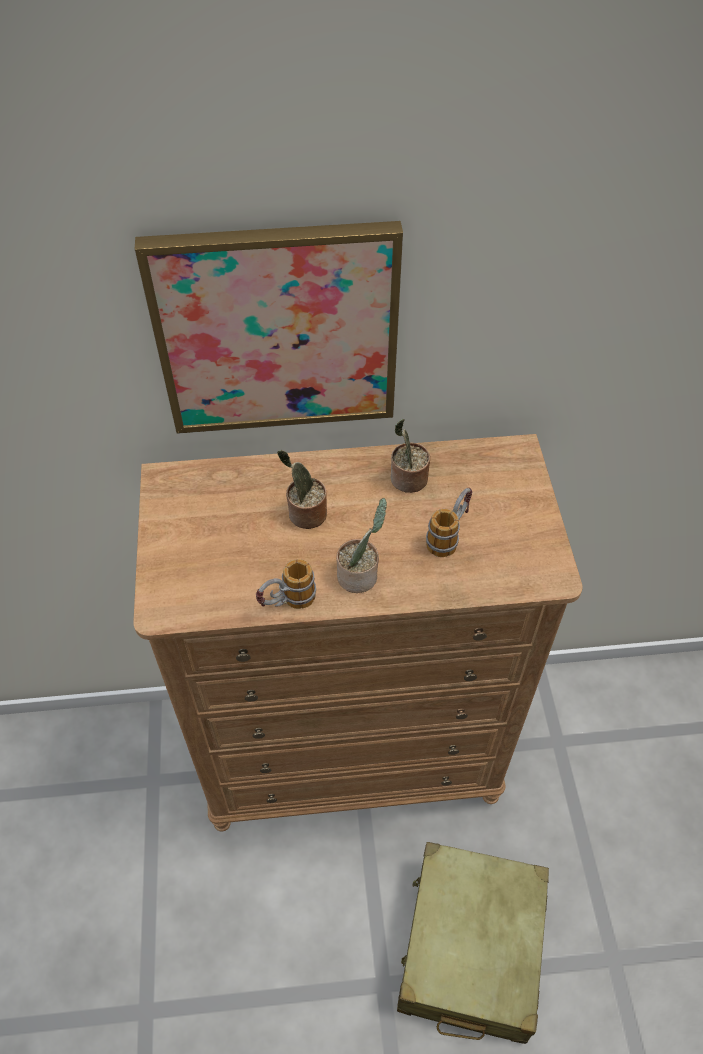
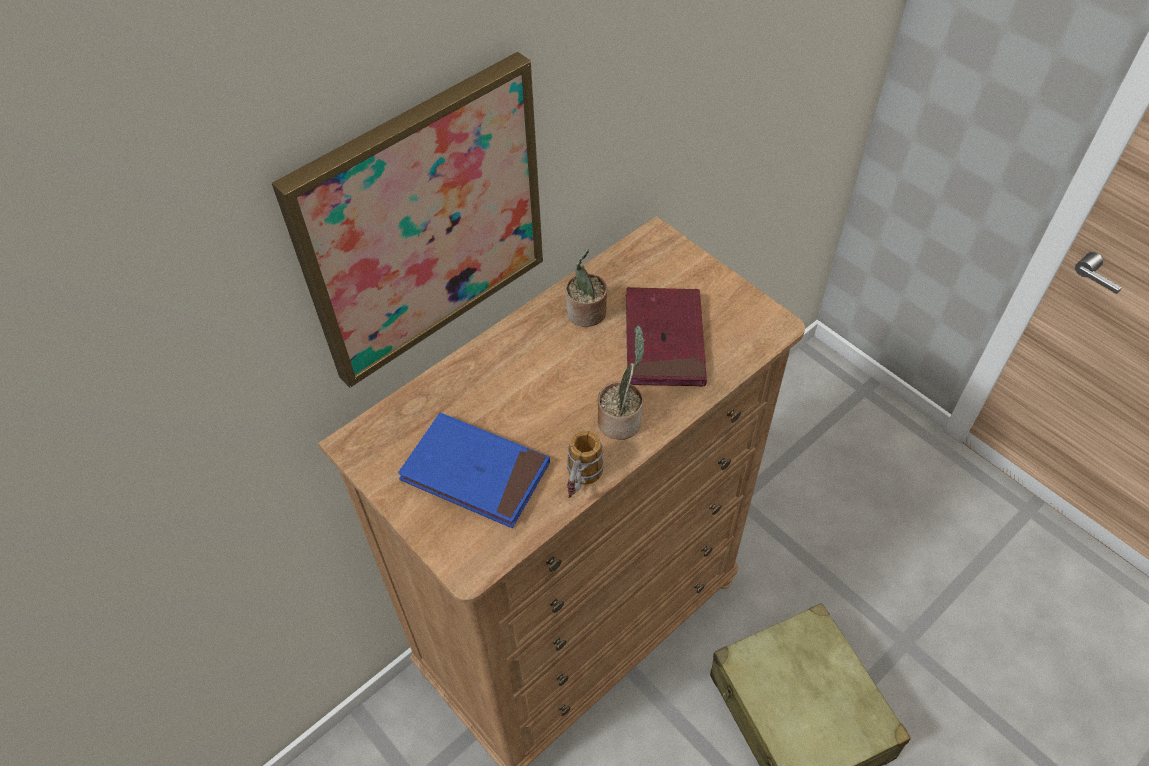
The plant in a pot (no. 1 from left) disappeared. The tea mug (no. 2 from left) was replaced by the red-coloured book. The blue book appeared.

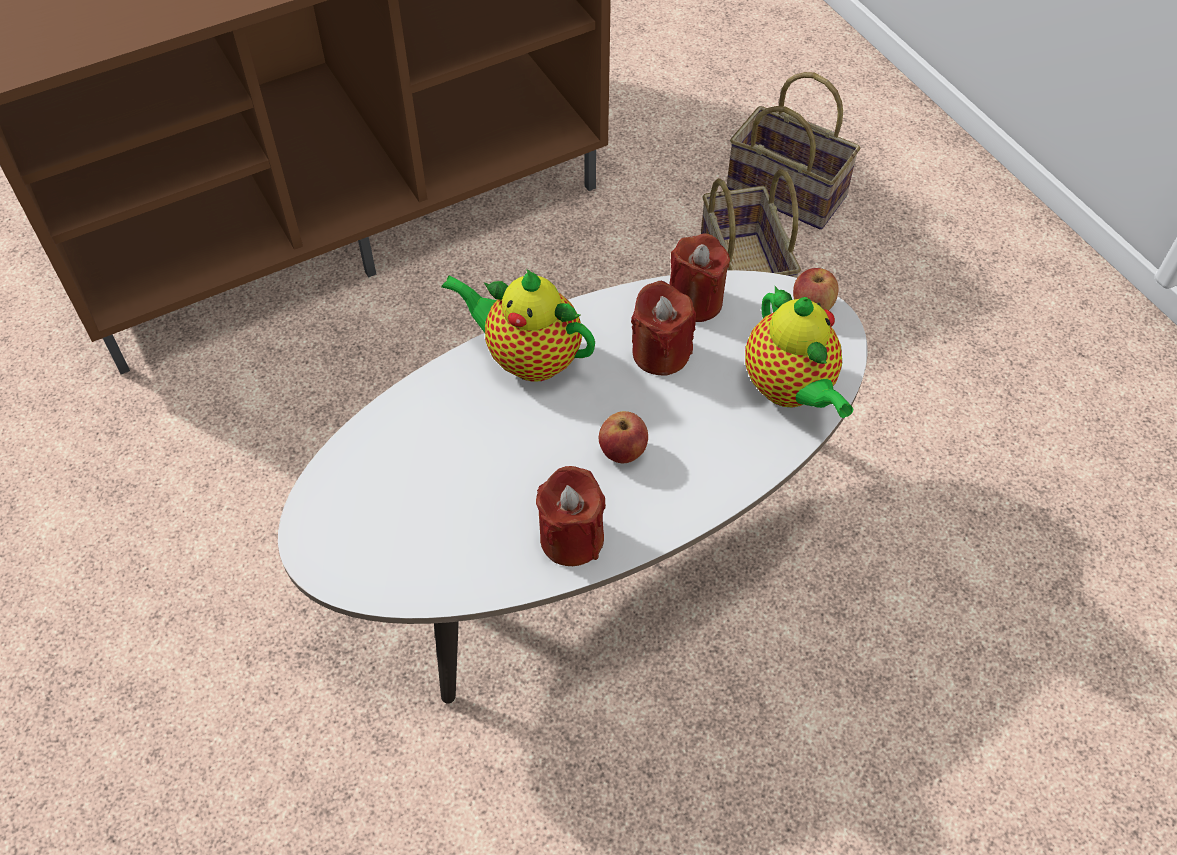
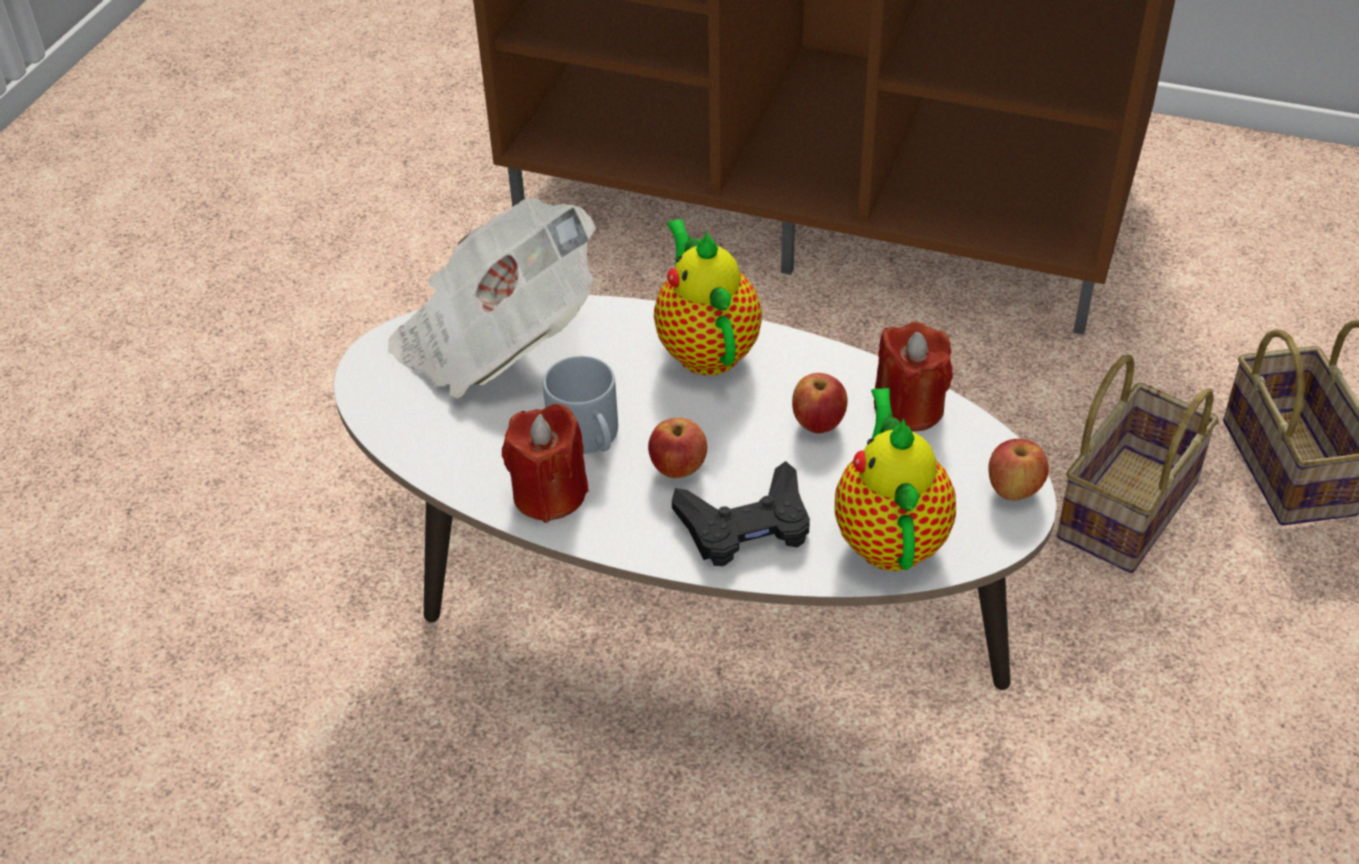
The red-coloured wax candle (no. 2 from left) was replaced by the apple fruit (no. 2 from left). The teapot (no. 2 from left) turned 150 degrees clockwise. The newspaper appeared. The greyish tea mug appeared. The black-coloured joypad appeared.

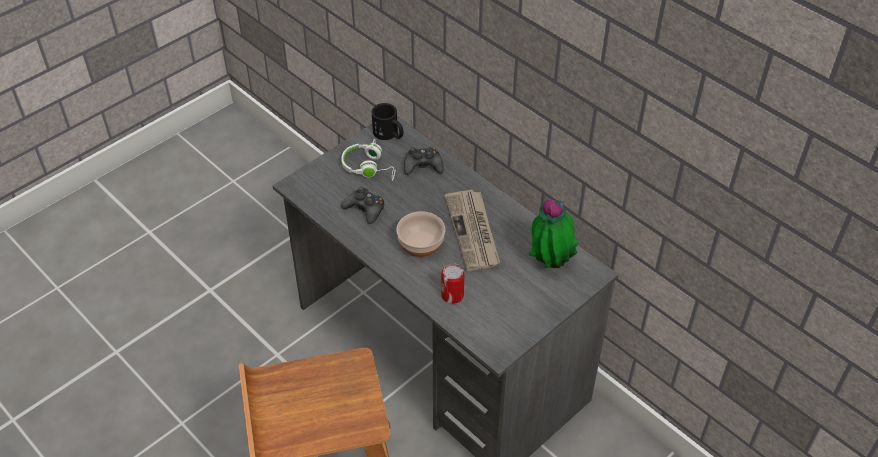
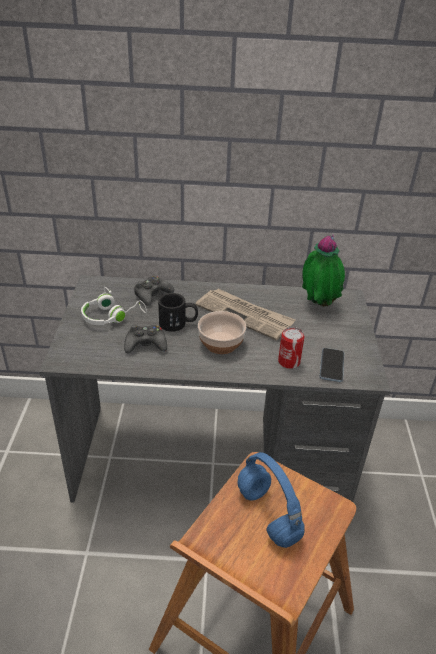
The black-coloured tea mug moved. The telephone appeared. The blue pair of headphones appeared.

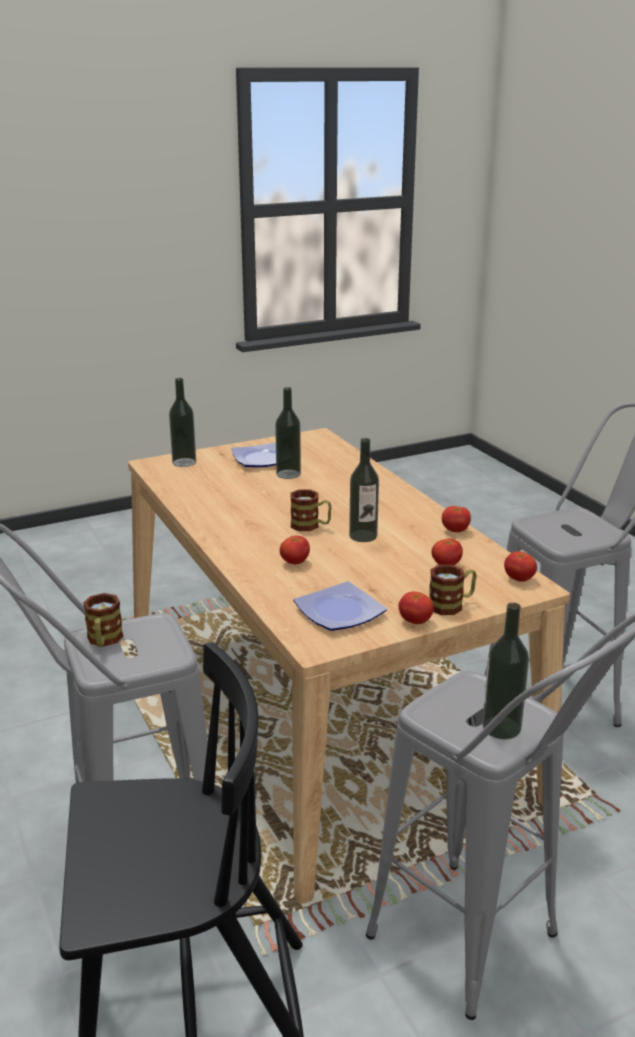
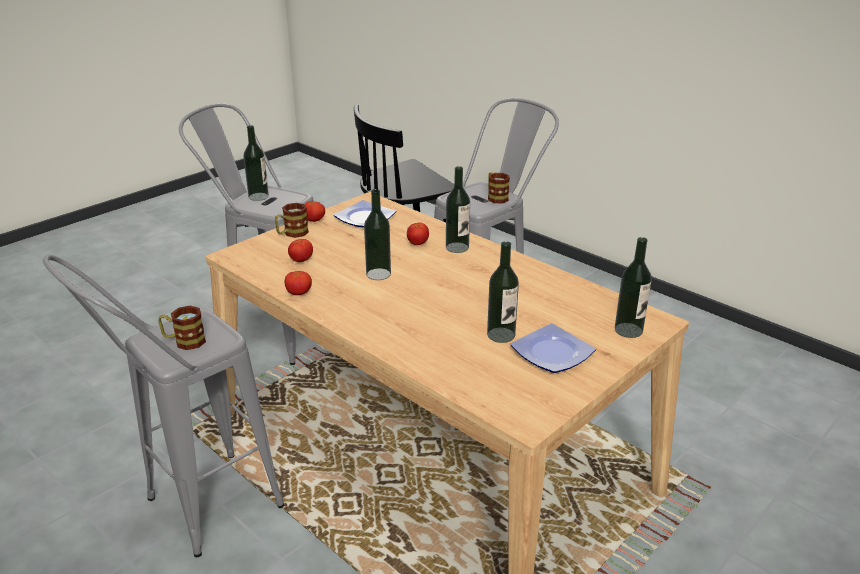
The tea mug (no. 2 from left in the first image) moved. The fresh tomato (no. 5 from left) disappeared. The bottle (no. 3 from left) appeared.

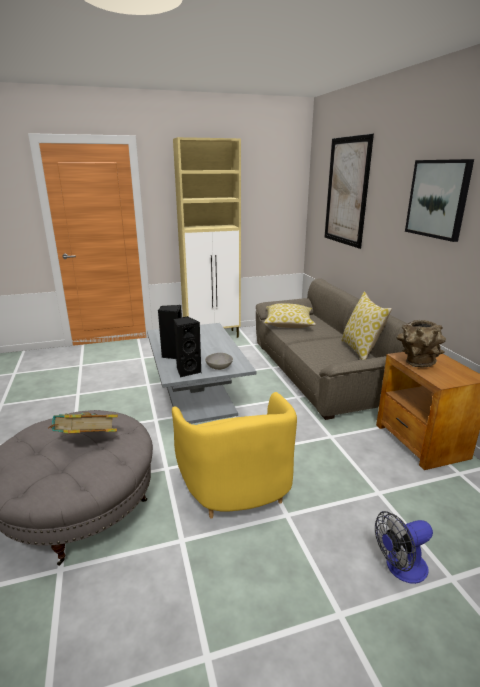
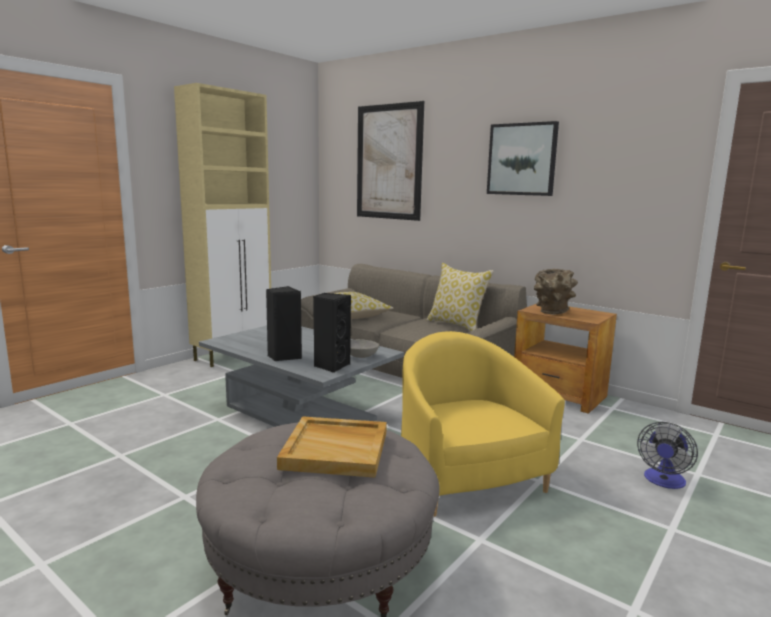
The yellow lounge chair turned 150 degrees counterclockwise. The book was replaced by the beige serving tray.

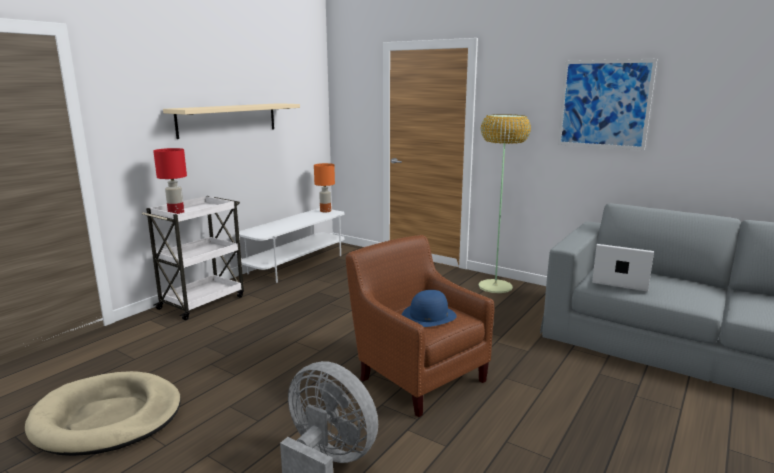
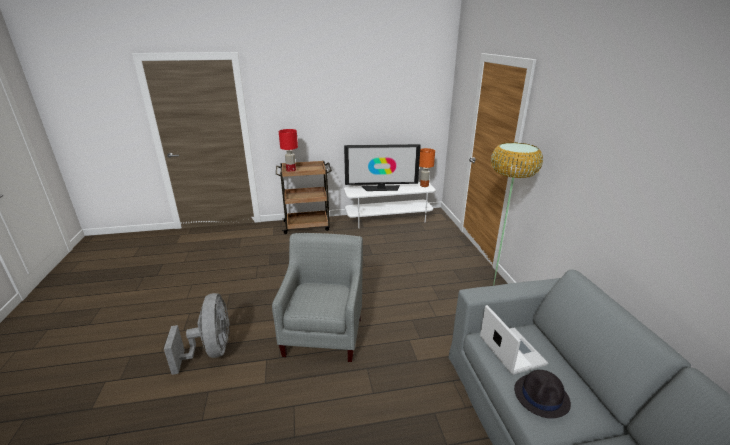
The picture disappeared. The beige wall shelf disappeared. The white-coloured cart became the brown cart. The brown lounge chair became the greyish lounge chair. The blue hat disappeared. The beige dog cushion disappeared. The TV set appeared. The black-coloured hat appeared.

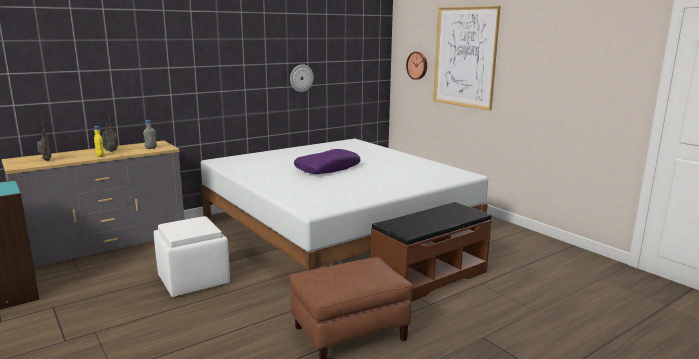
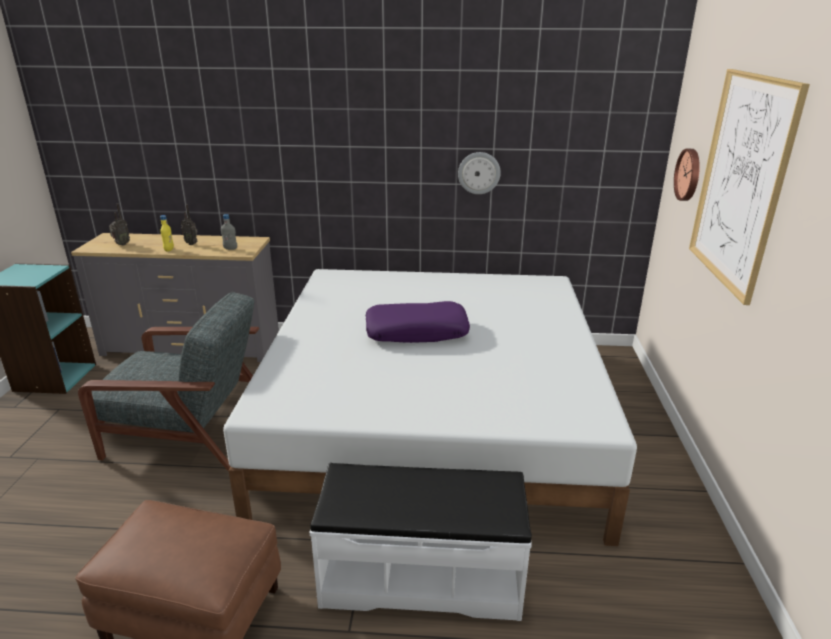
The brown long seat became the white-coloured long seat. The white-coloured footrest was replaced by the greyish lounge chair.

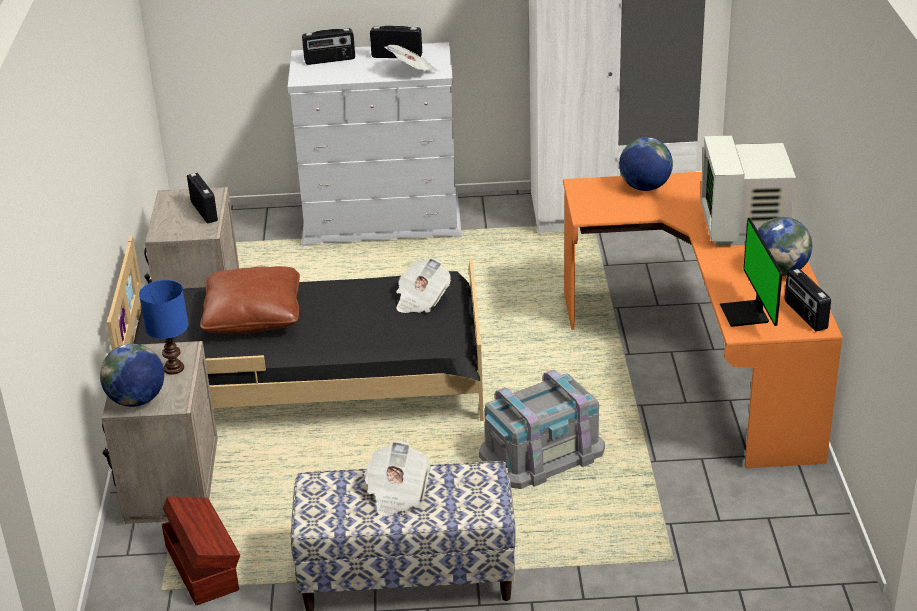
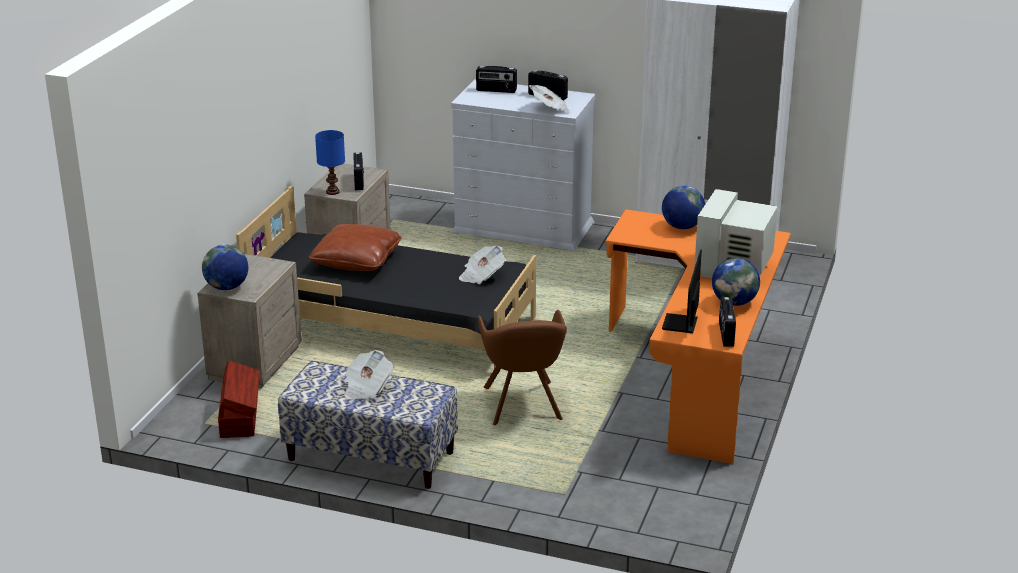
The blue table lamp moved. The greyish storage container was replaced by the brown lounge chair.

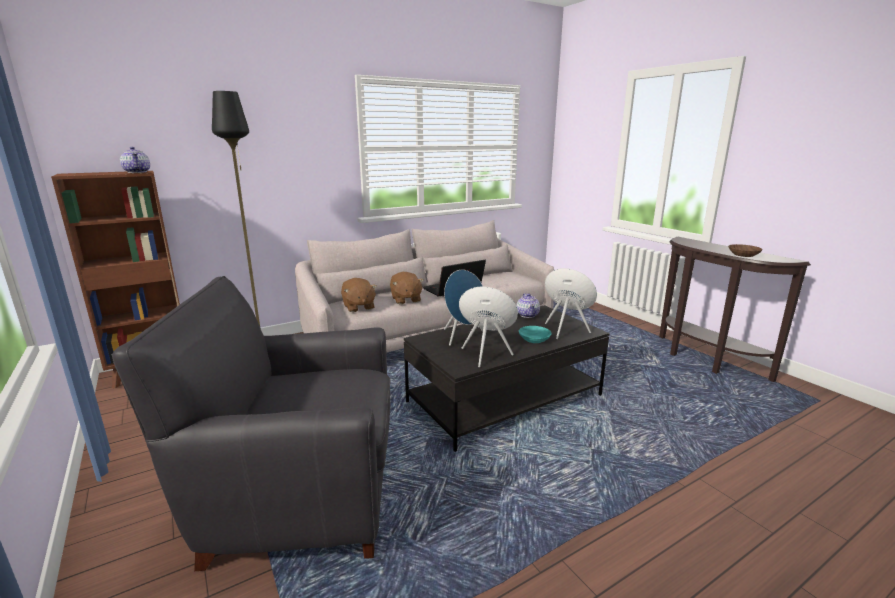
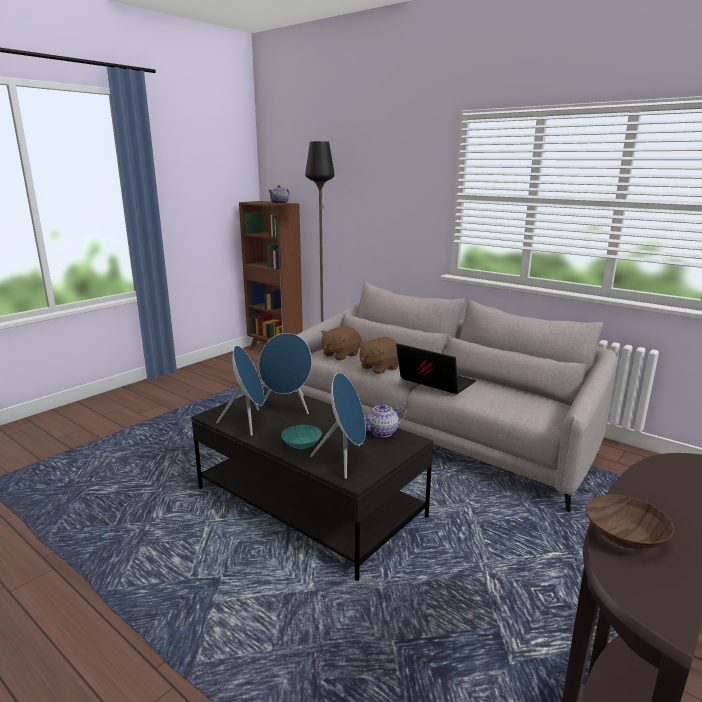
The black-coloured lounge chair disappeared.

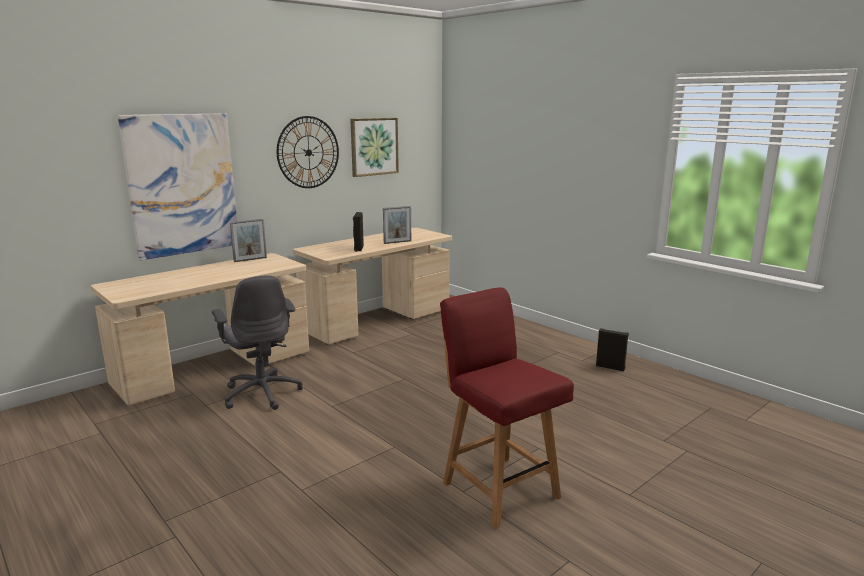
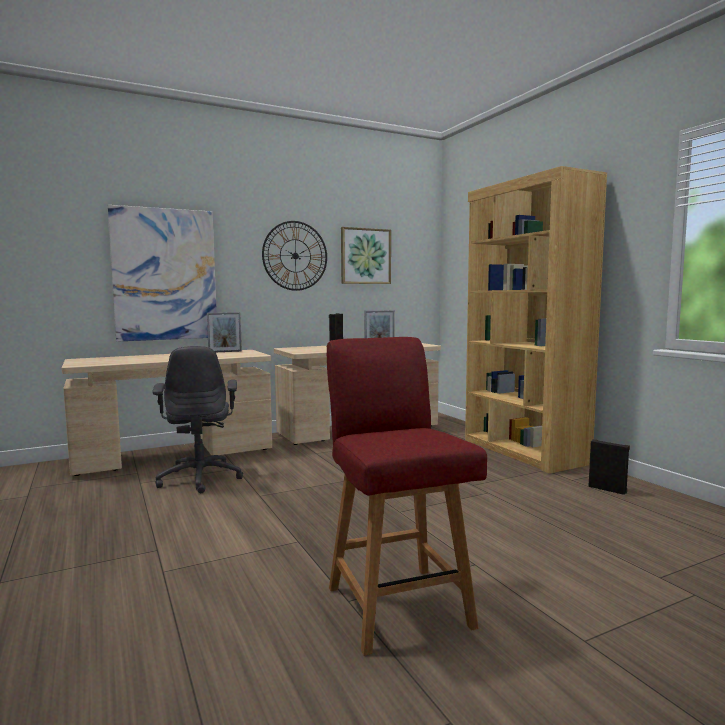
The brown shelving unit appeared.

